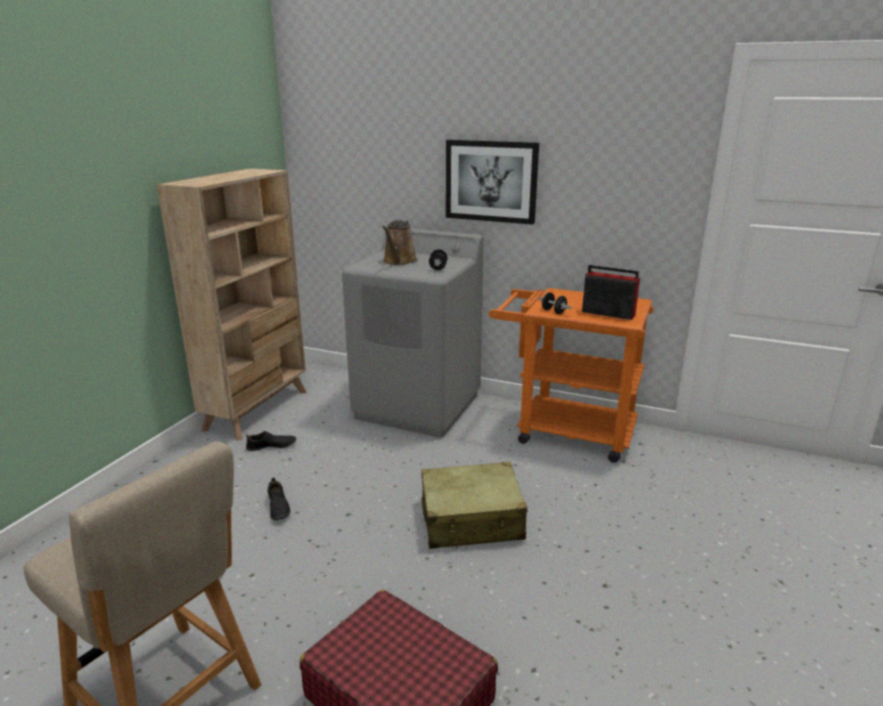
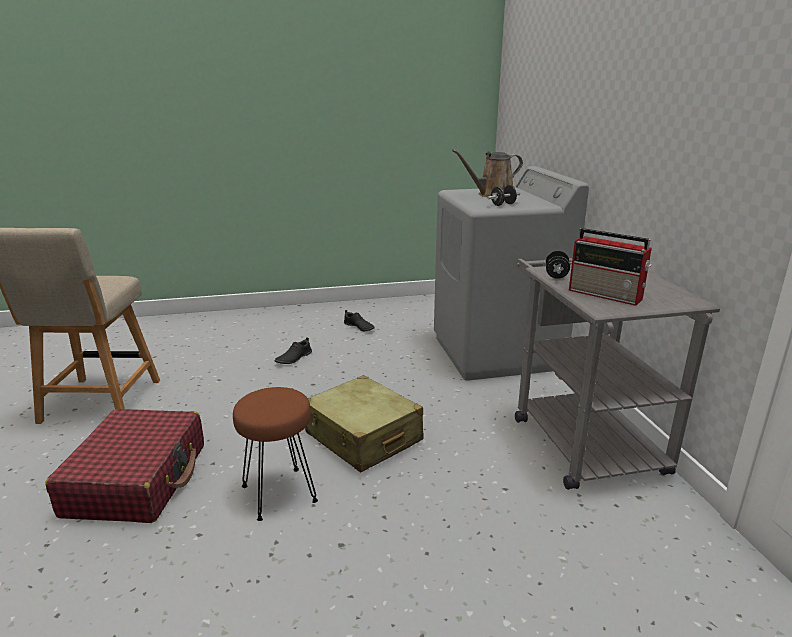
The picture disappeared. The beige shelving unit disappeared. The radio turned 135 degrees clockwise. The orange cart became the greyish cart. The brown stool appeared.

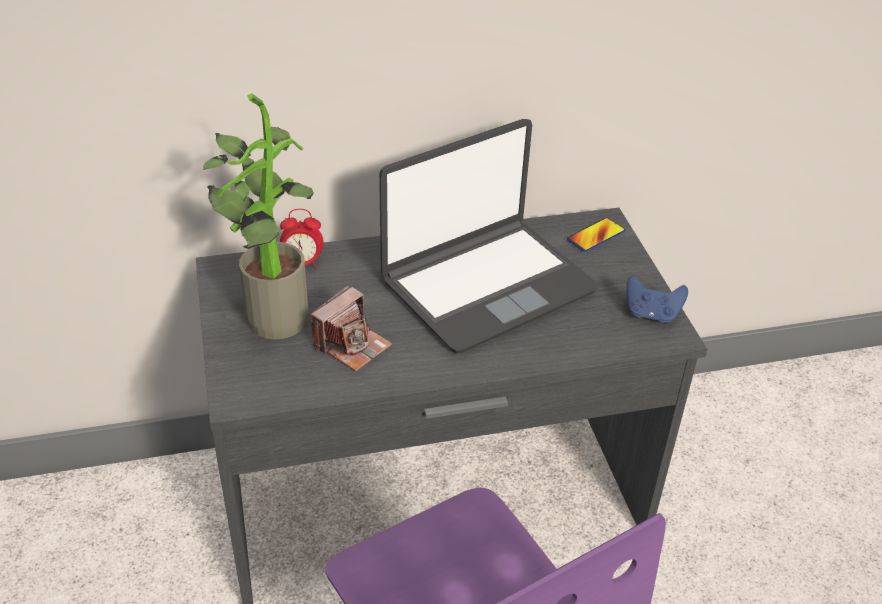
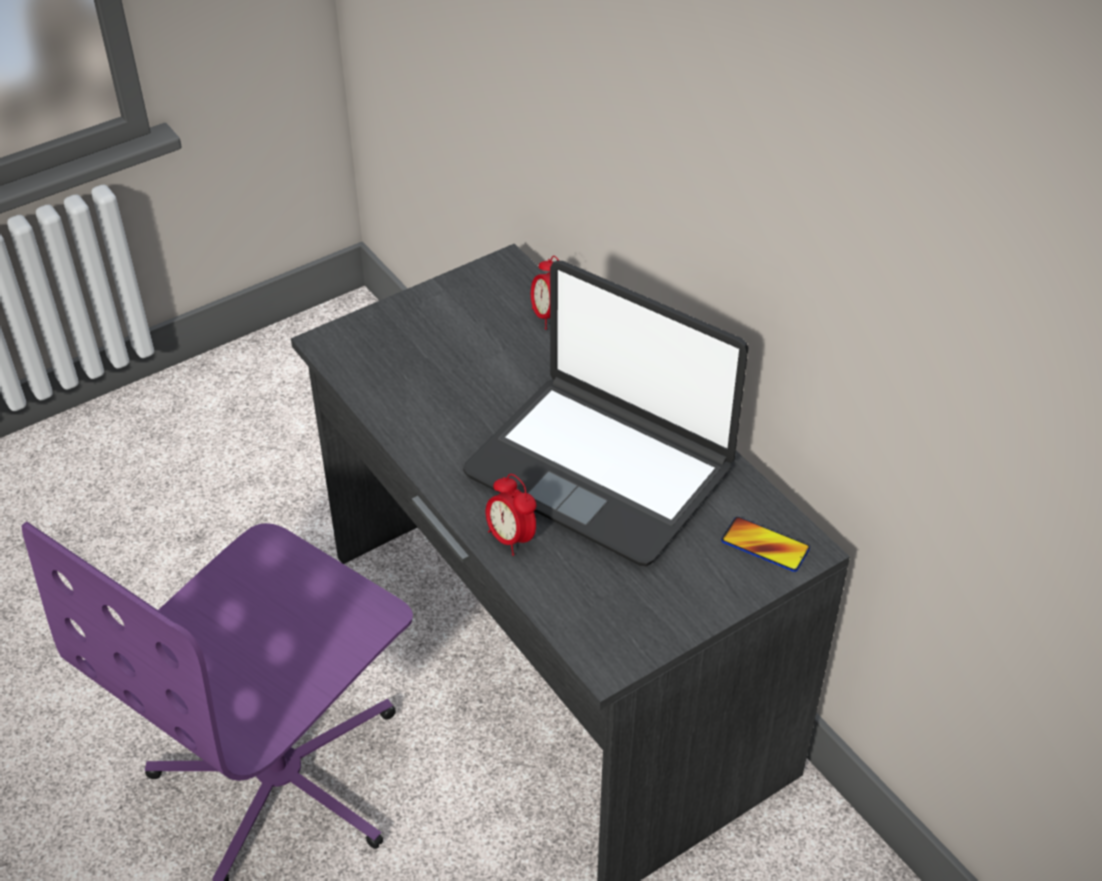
The plant in a pot disappeared. The blue joypad disappeared. The still camera disappeared. The alarm clock (no. 1 from left) appeared.

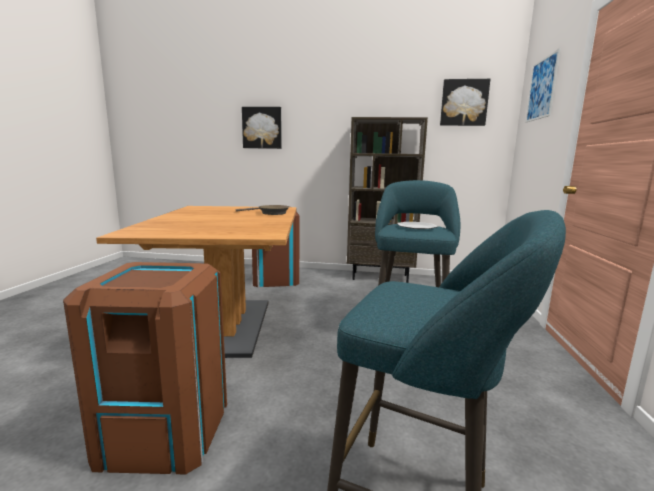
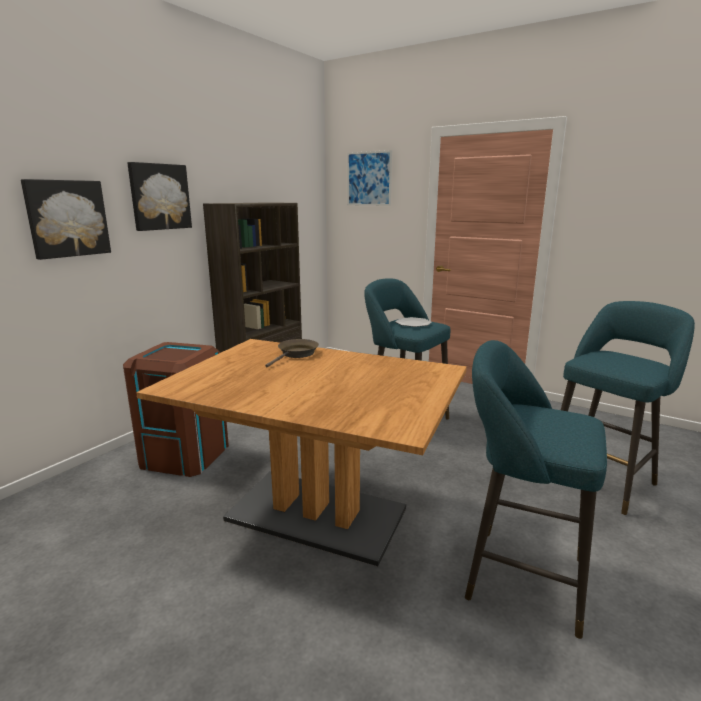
The picture (no. 2 from left) moved. The brown rubbish bin (no. 1 from left) was replaced by the blue-green stool (no. 2 from left).

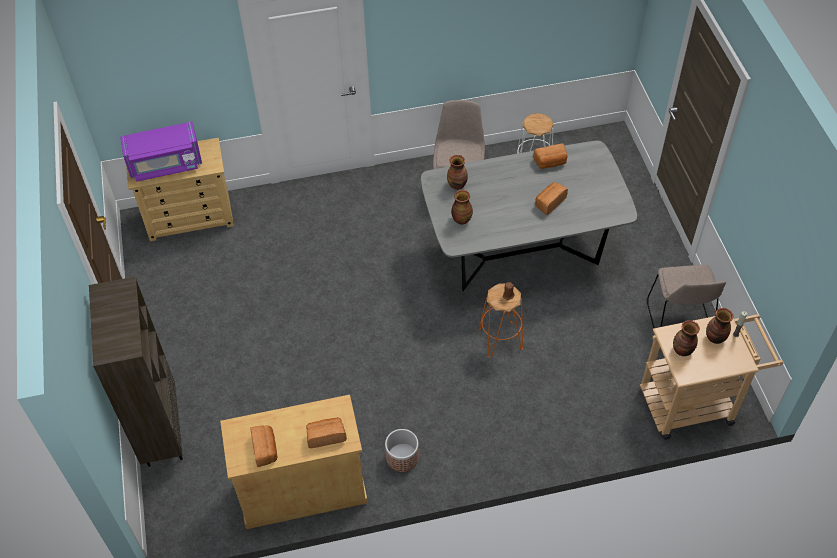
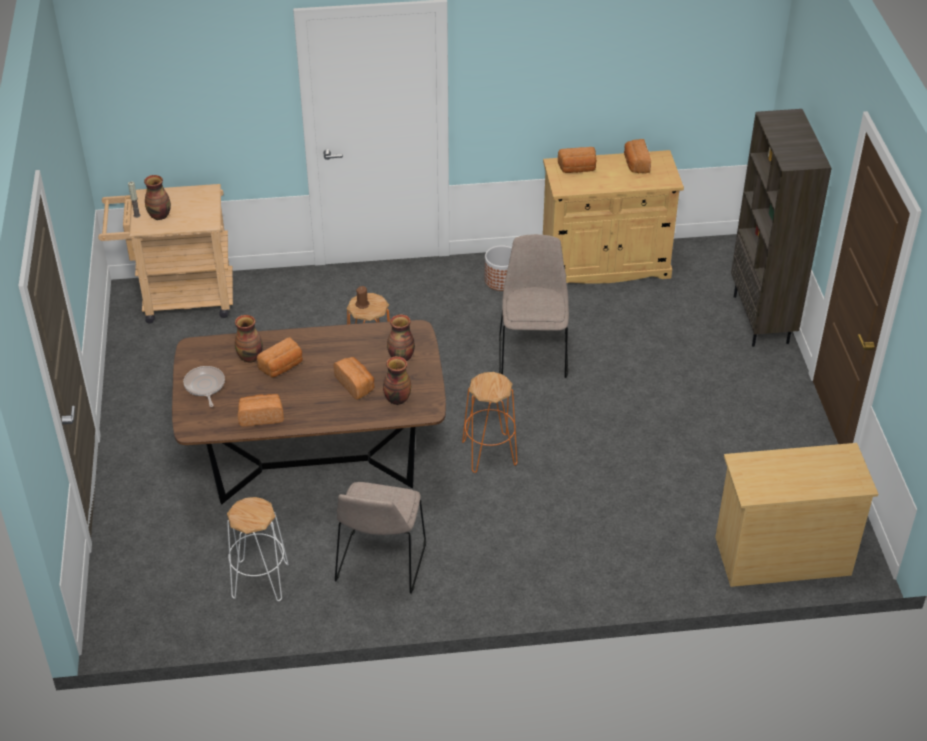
The purple-coloured microwave oven disappeared. The greyish dining table became the brown dining table. The beige chair (no. 2 from left) moved. The vase (no. 3 from left in the first image) moved. The bread (no. 3 from left) appeared. The pan appeared. The orange stool (no. 2 from left) appeared.

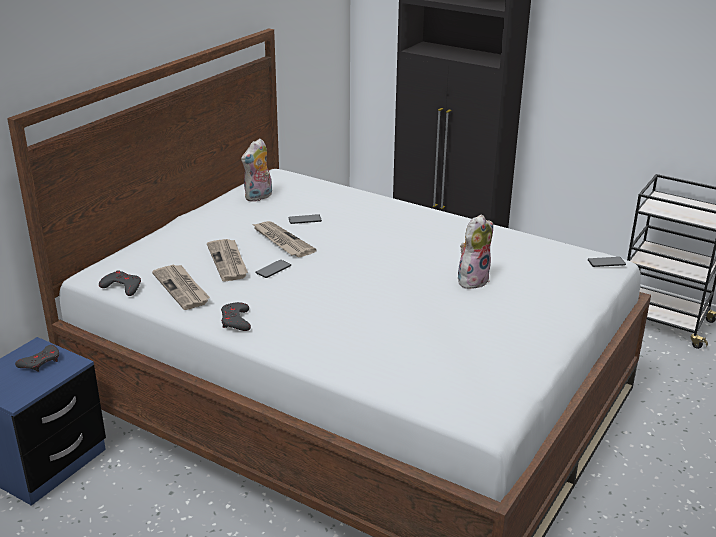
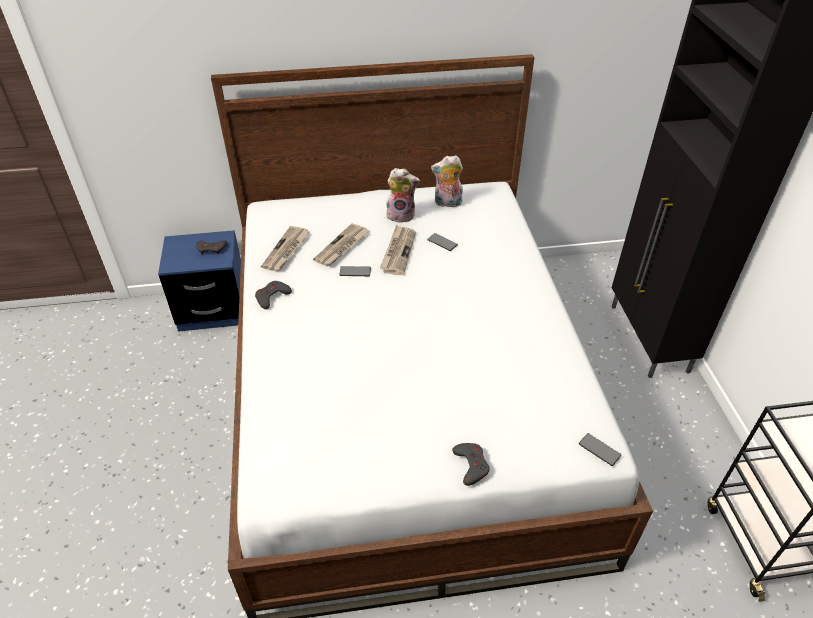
The cuddly toy (no. 2 from left in the first image) moved. The greyish joypad (no. 2 from left in the first image) moved.

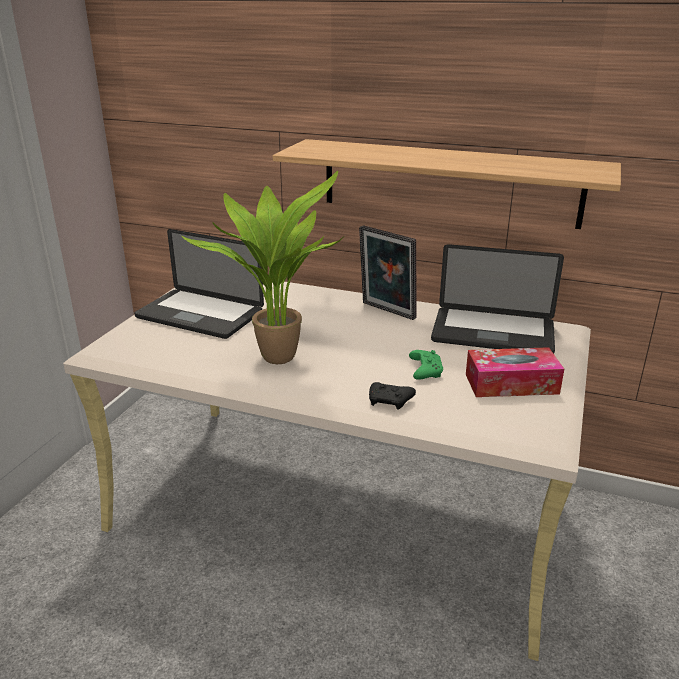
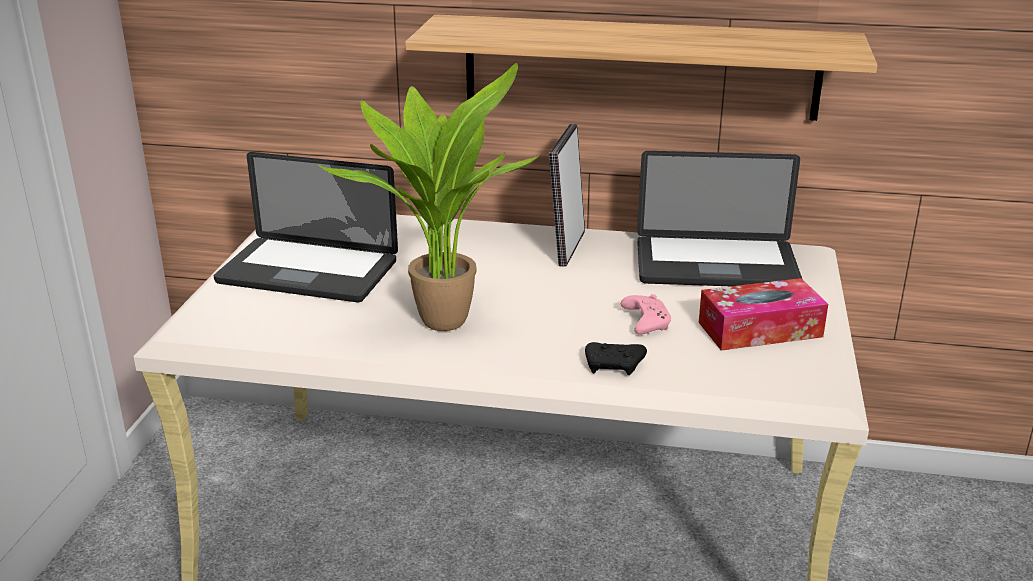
The standing frame turned 75 degrees clockwise. The green joypad became the pinkish joypad.

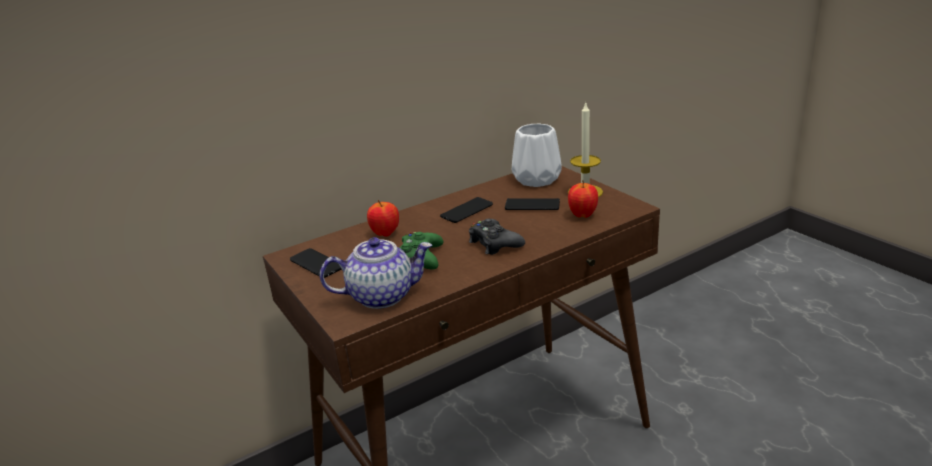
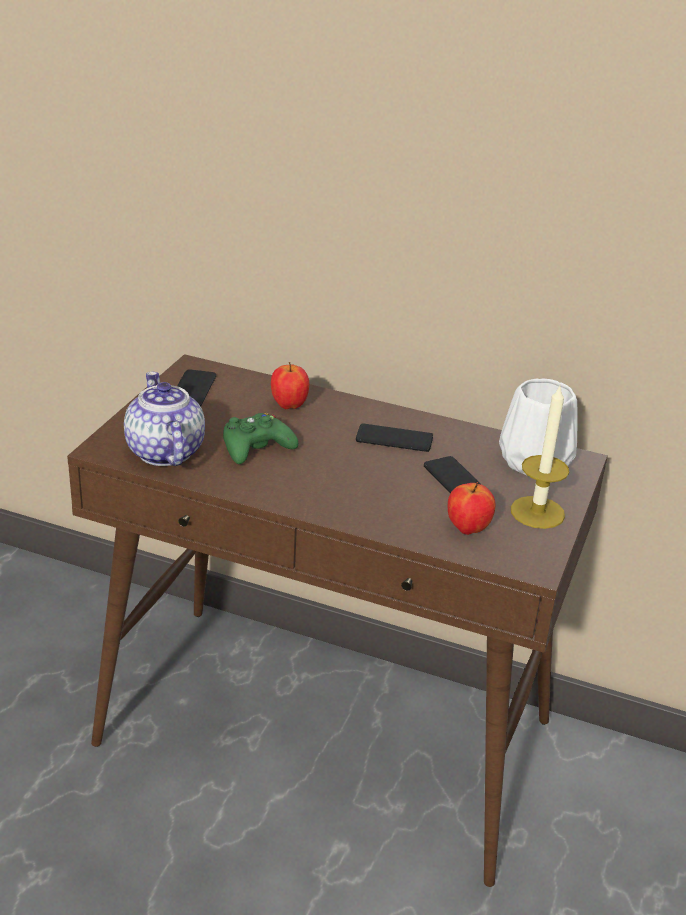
The black-coloured joypad disappeared. The teapot turned 150 degrees counterclockwise.

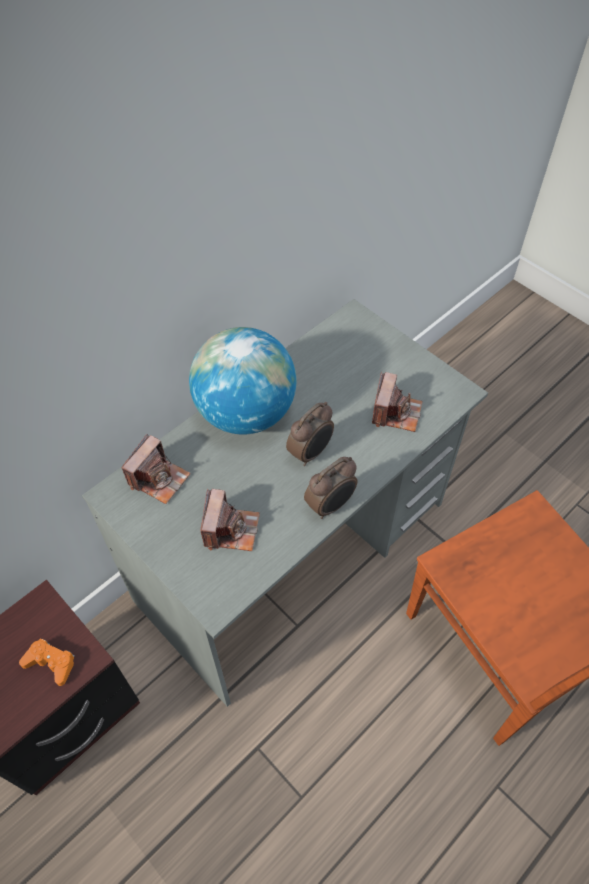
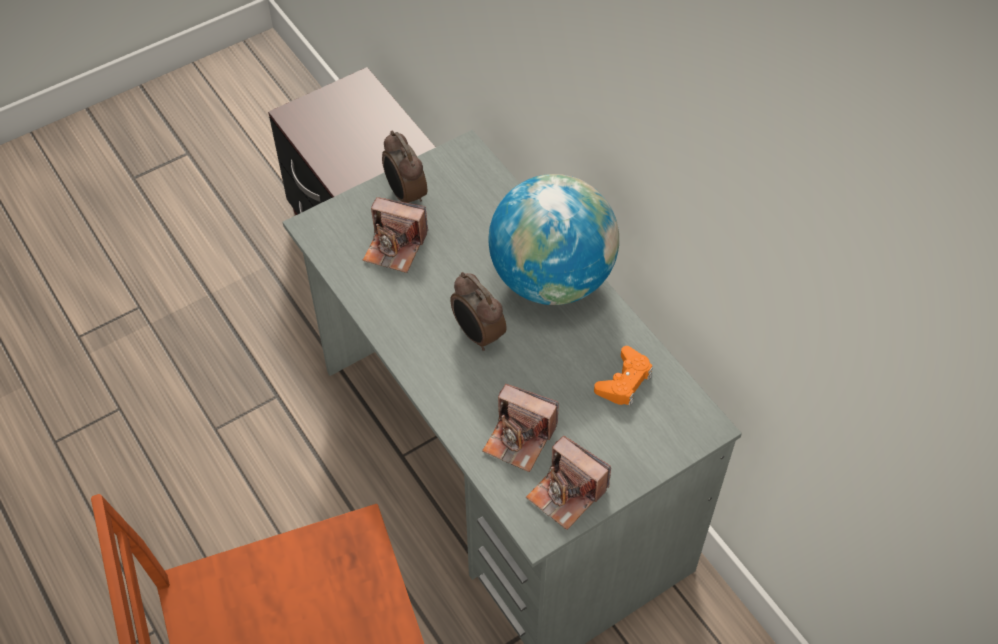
The still camera (no. 1 from left in the first image) moved. The alarm clock (no. 2 from left in the first image) moved. The orange joypad moved.

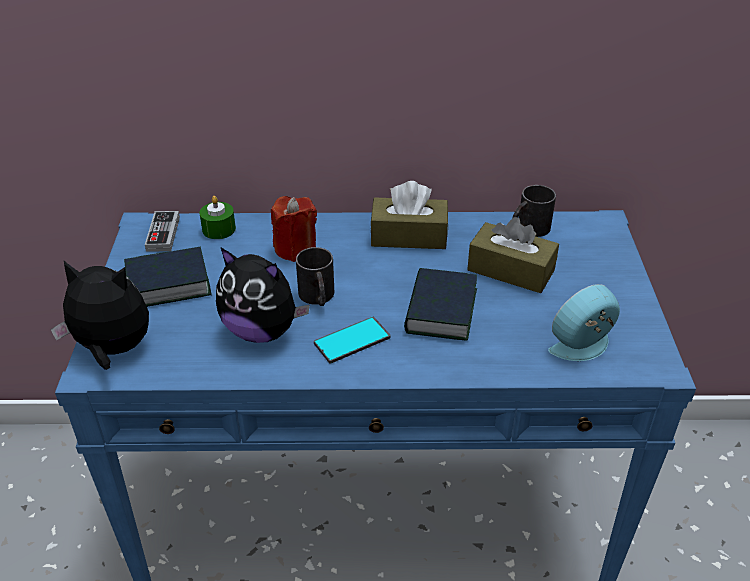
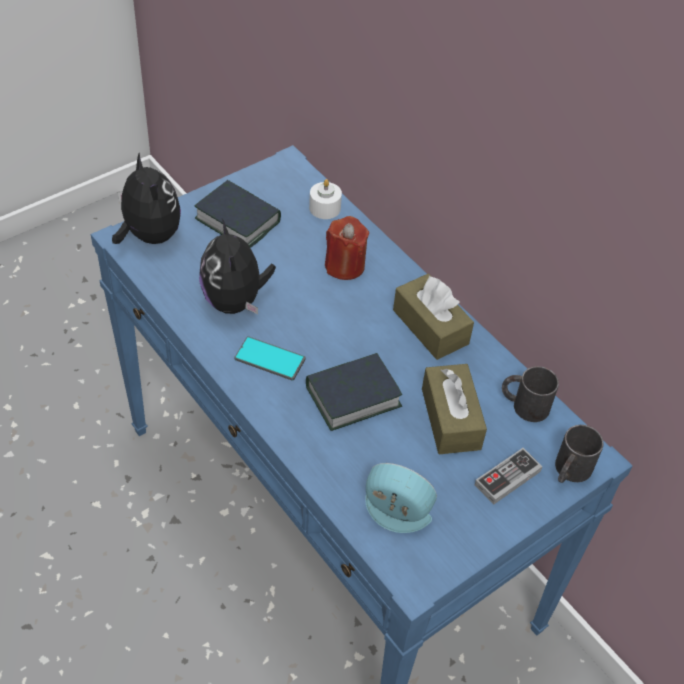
The green wax candle became the white-coloured wax candle. The joypad moved. The black-coloured tea mug (no. 1 from left in the first image) moved.

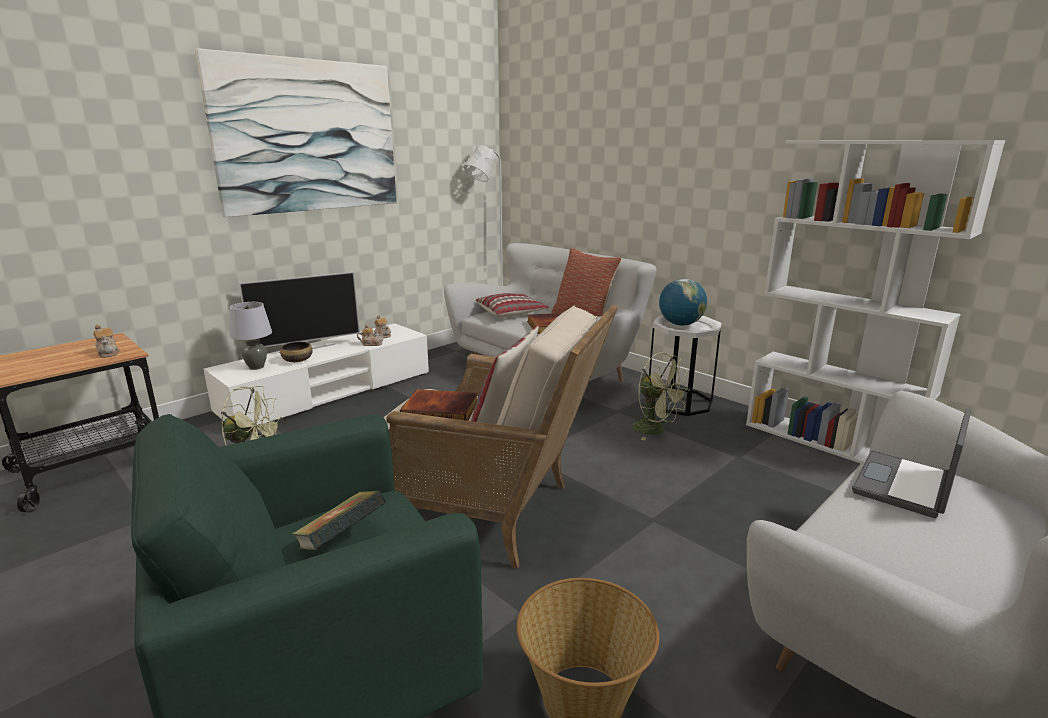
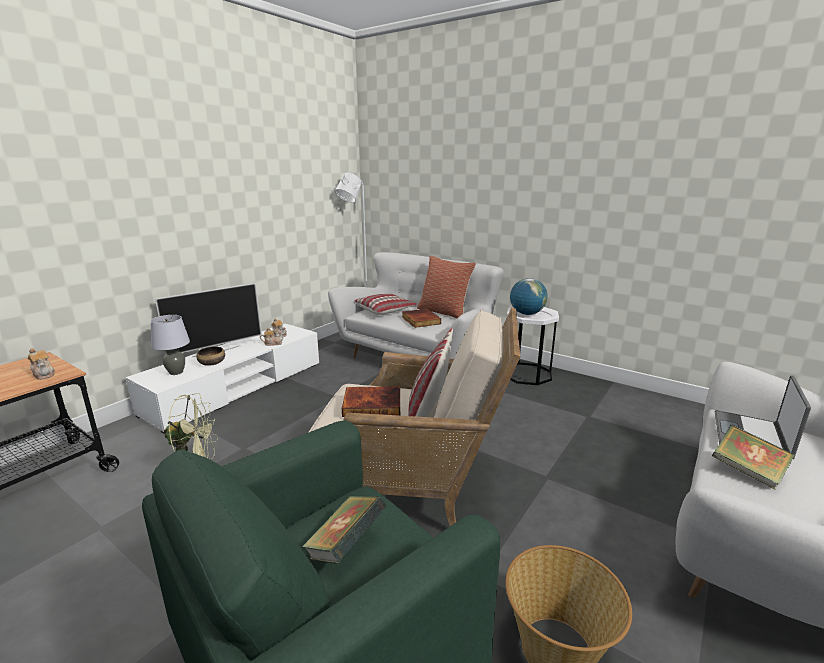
The picture disappeared. The white-coloured shelving unit disappeared. The green electric fan (no. 2 from left) disappeared. The book (no. 4 from left) appeared.

